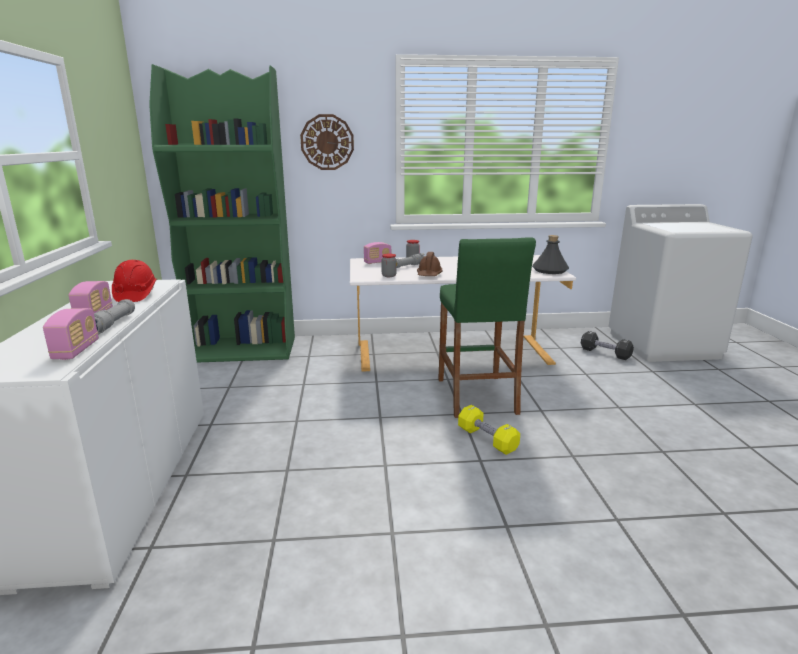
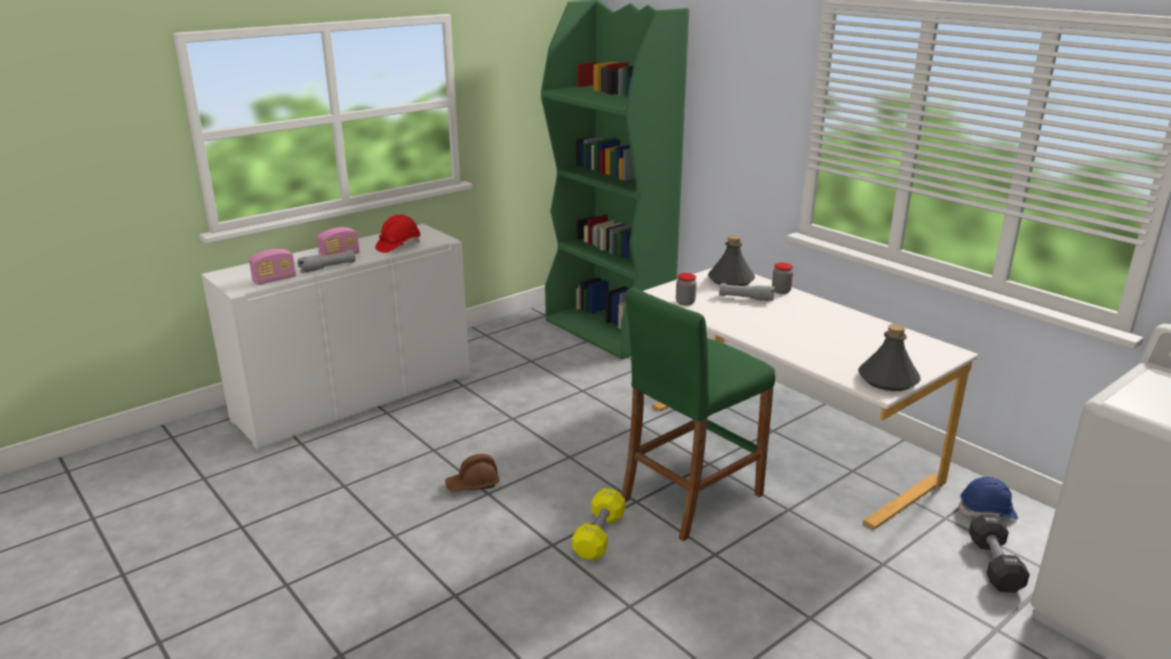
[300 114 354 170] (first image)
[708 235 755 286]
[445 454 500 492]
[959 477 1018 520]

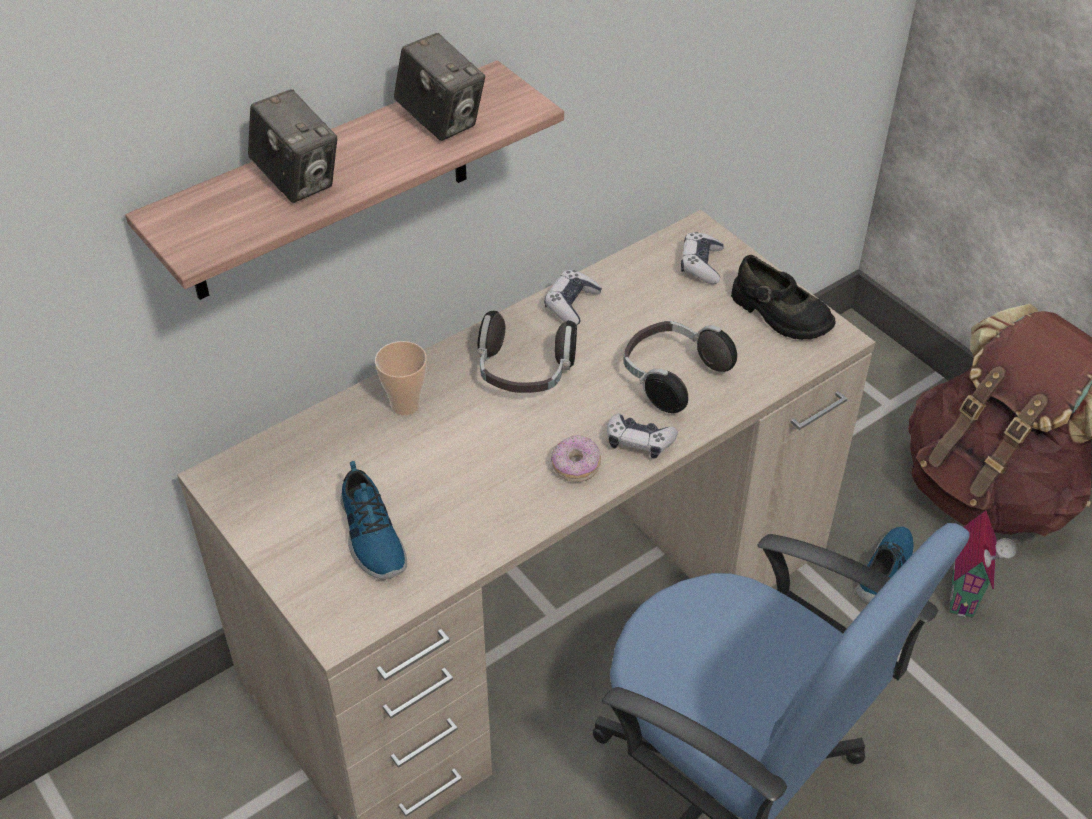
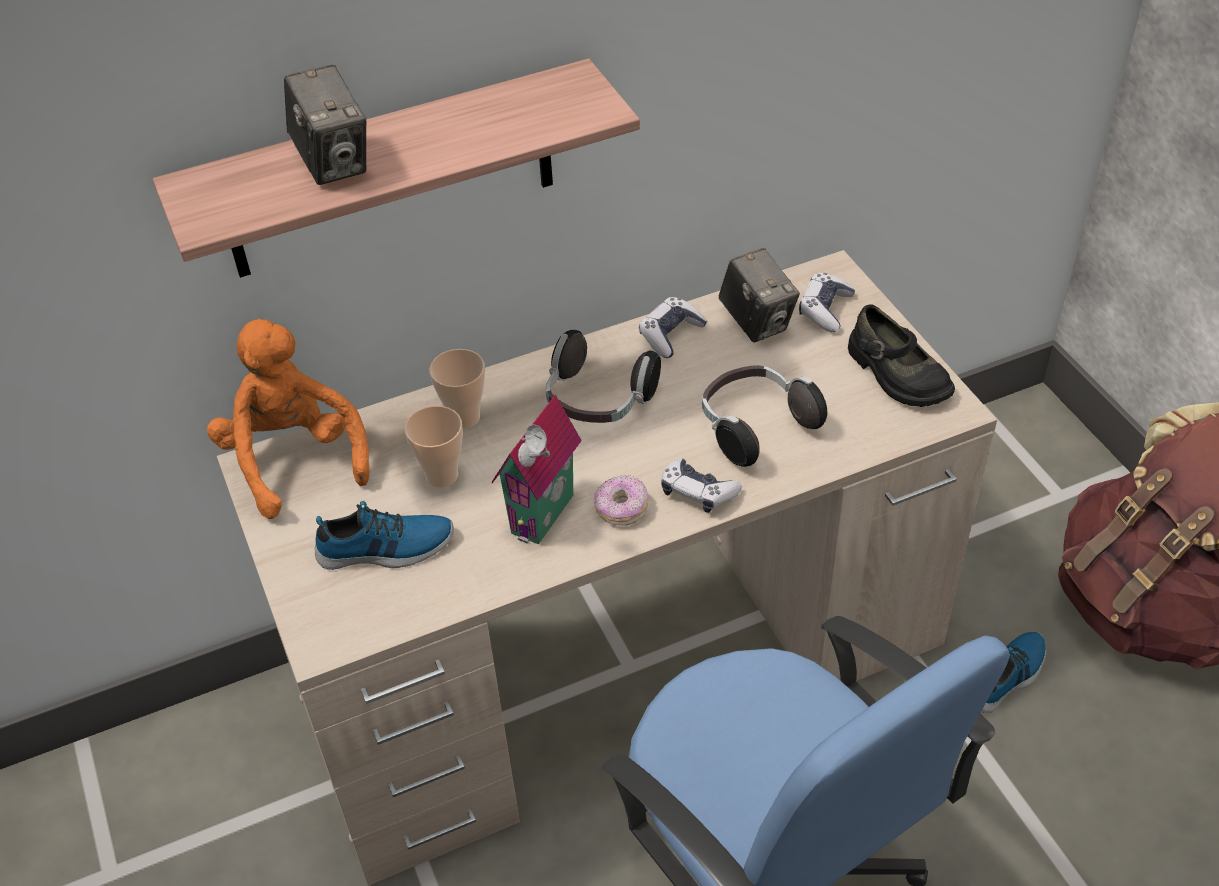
[315 501 454 570]
[719 248 800 343]
[491 395 582 544]
[207 318 370 519]
[404 406 463 487]

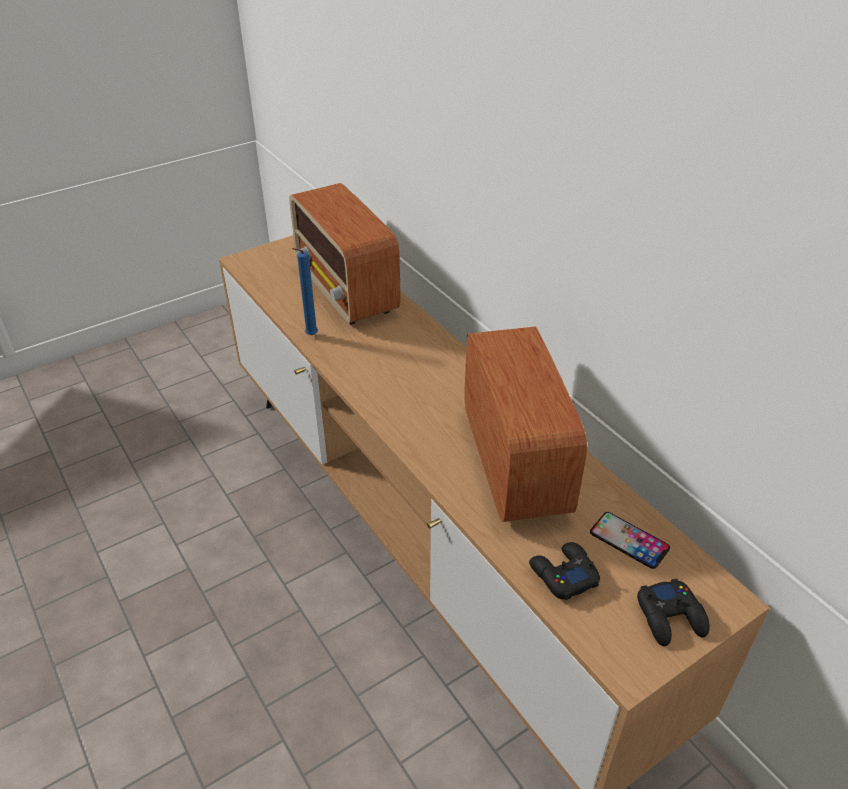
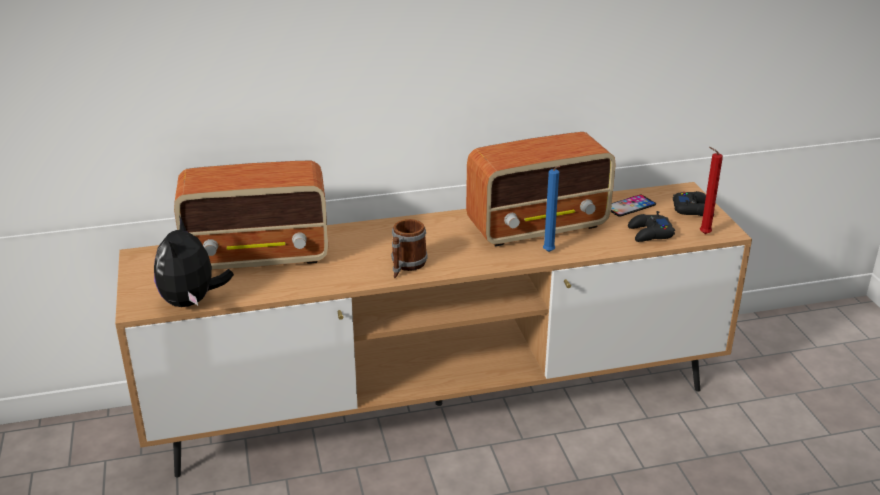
[543 166 560 252]
[466 132 616 247]
[154 216 234 307]
[391 219 428 278]
[700 147 723 234]

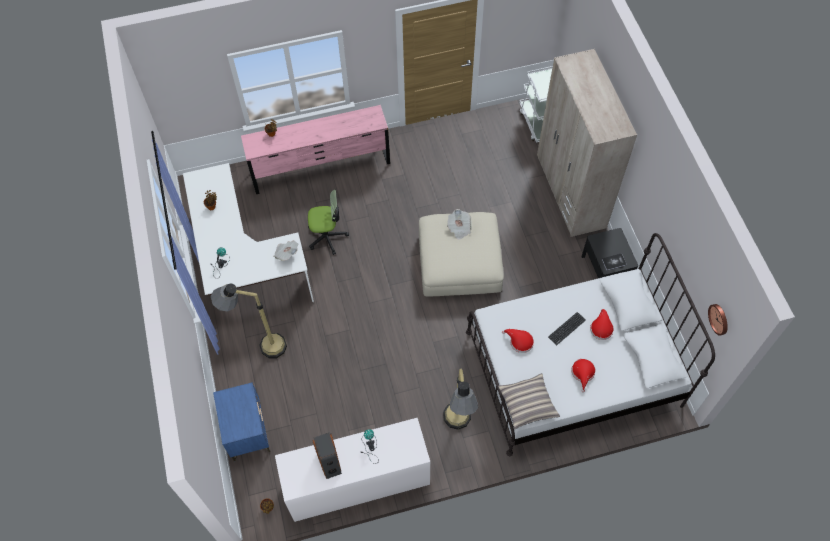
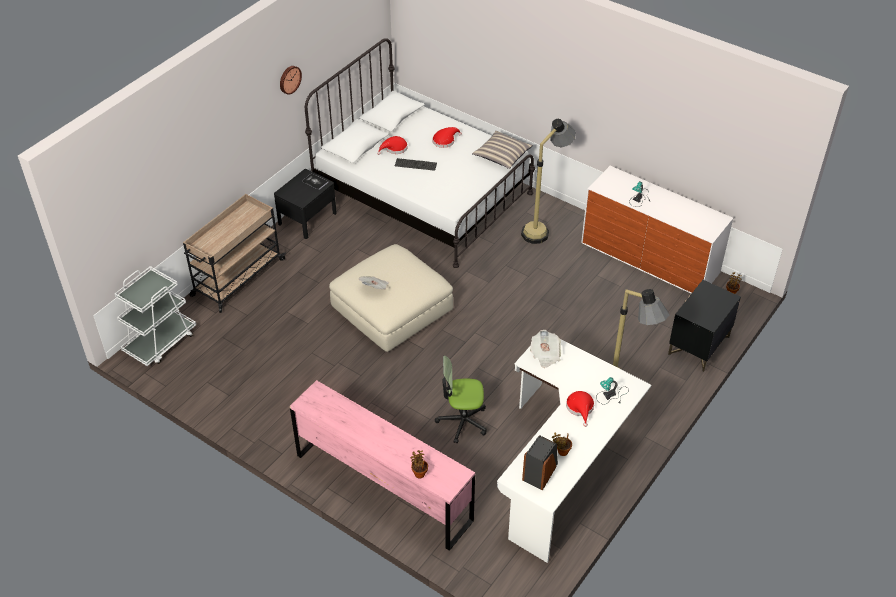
[668 280 741 372]
[435 356 487 443]
[522 435 558 490]
[566 391 594 427]
[183 194 286 313]
[280 66 302 95]

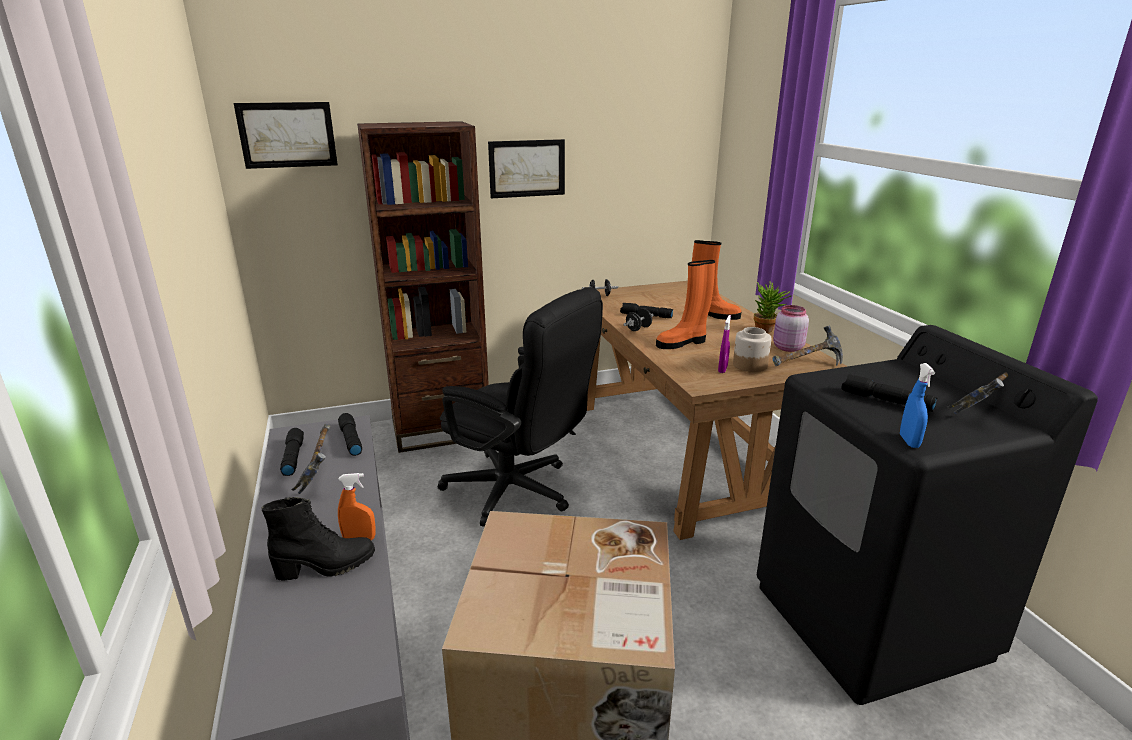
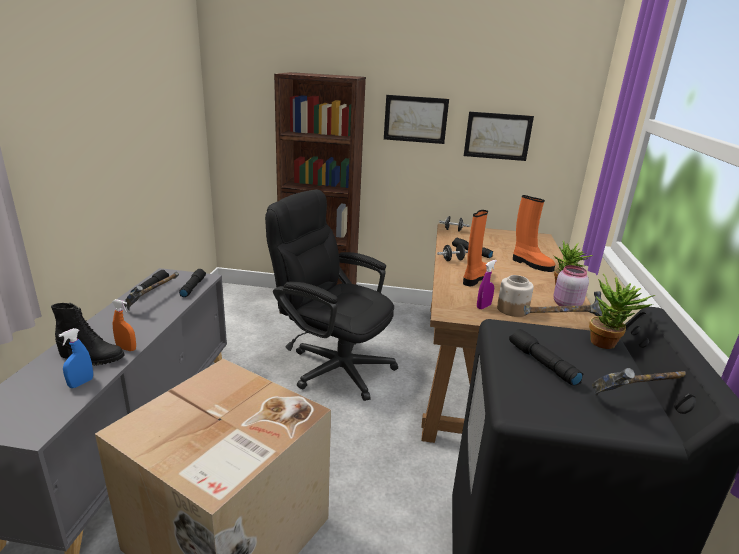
[464 112 534 161]
[265 189 398 401]
[463 210 488 286]
[58 328 93 388]
[589 274 655 349]

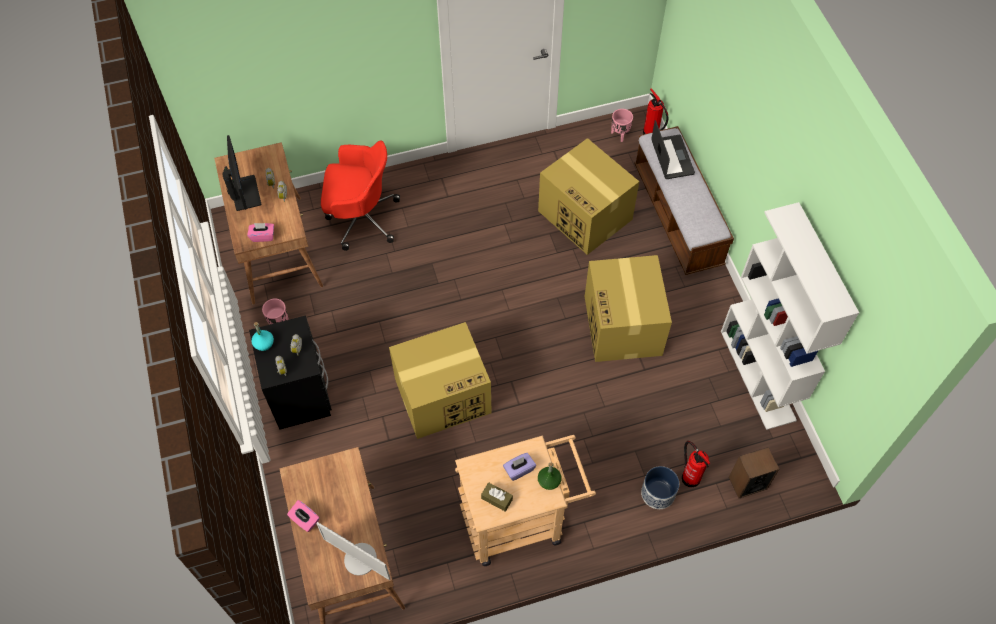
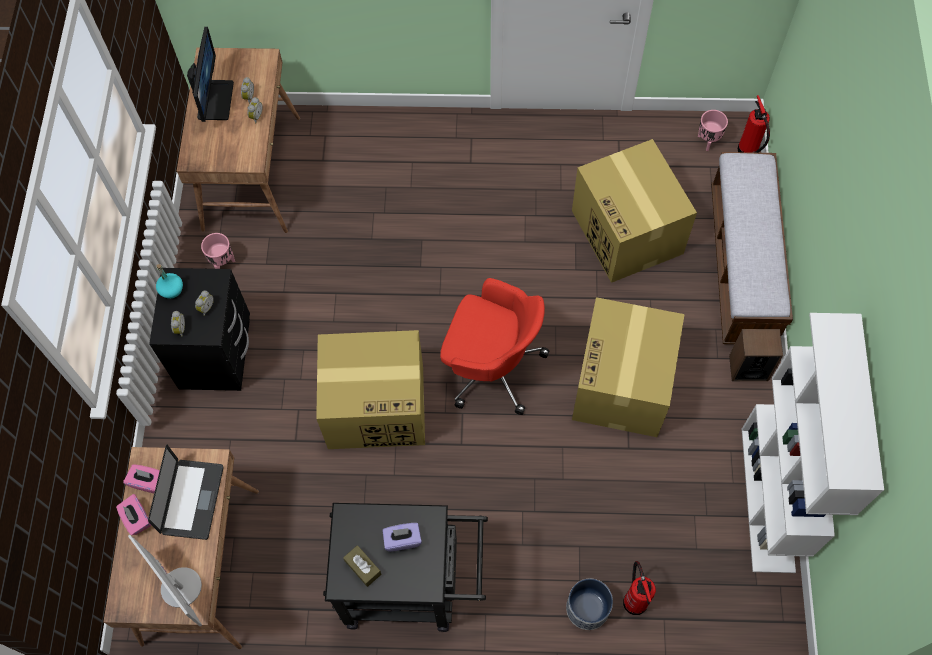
[123 464 160 493]
[440 278 550 415]
[323 503 488 632]
[538 462 562 490] (first image)
[148 445 223 540]
[729 329 783 381]

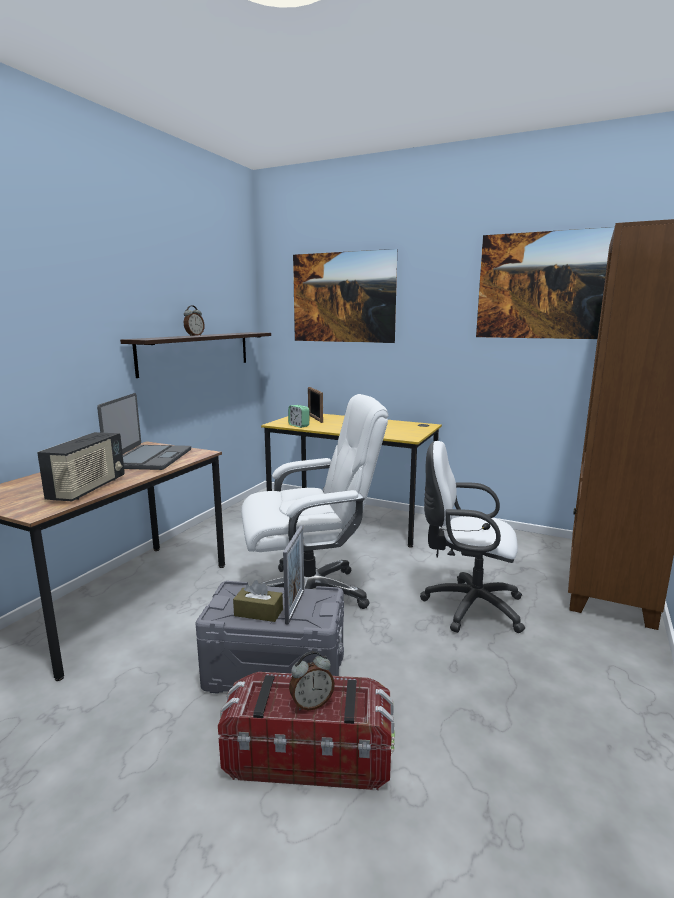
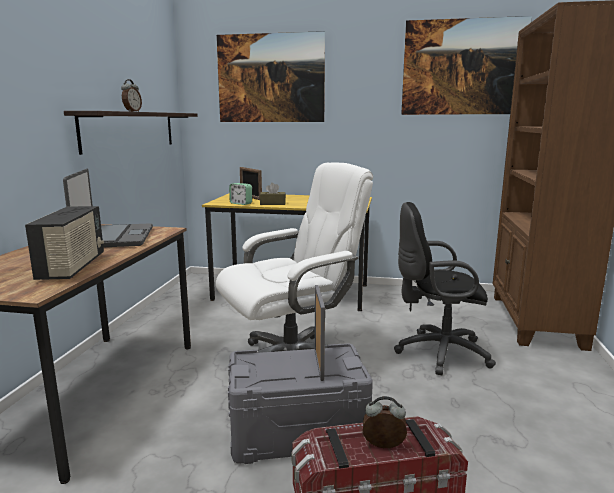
[260 183 286 205]
[363 396 407 448]
[394 202 496 375]

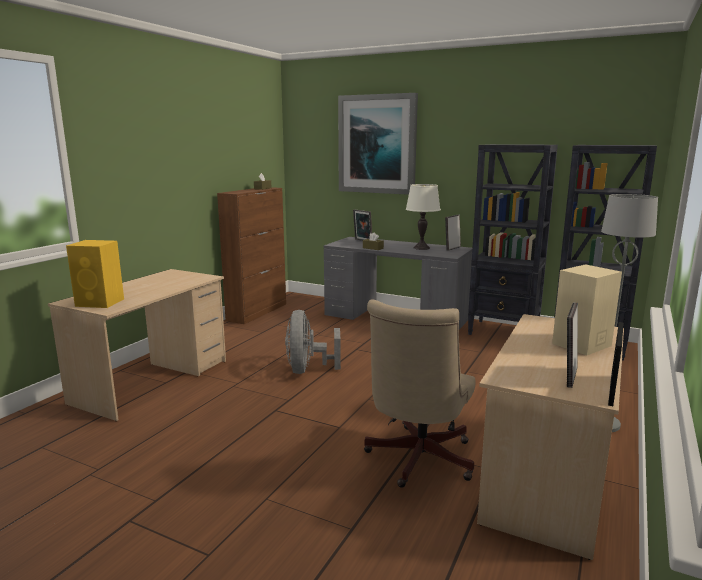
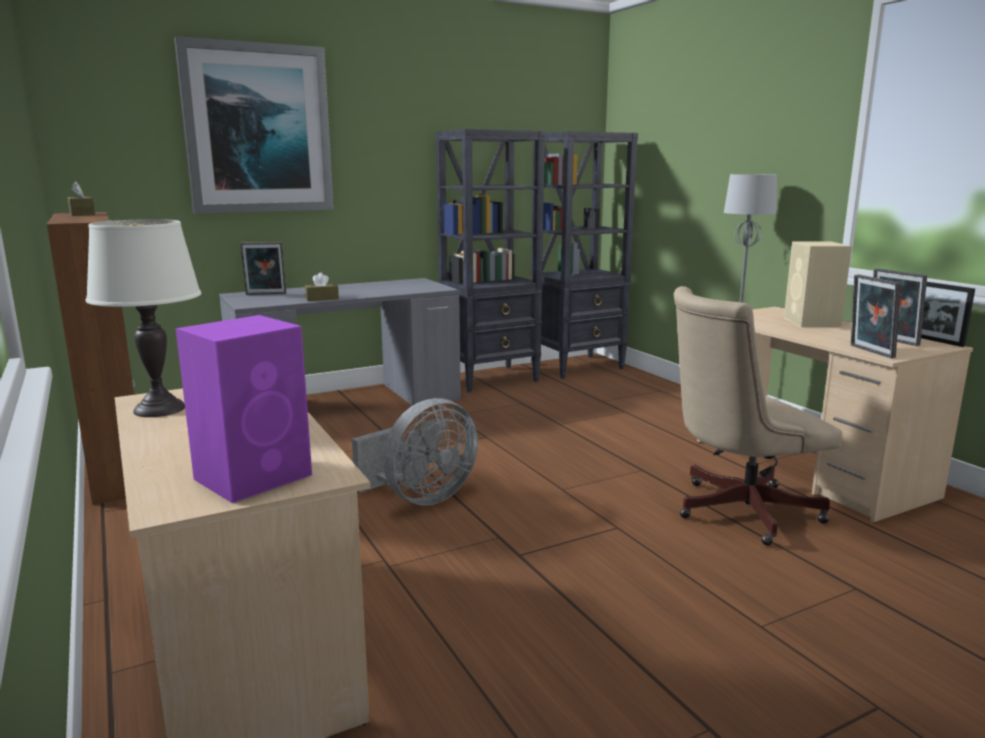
[176 315 312 503]
[352 398 478 506]
[674 286 842 546]
[85 219 201 417]
[851 275 901 358]

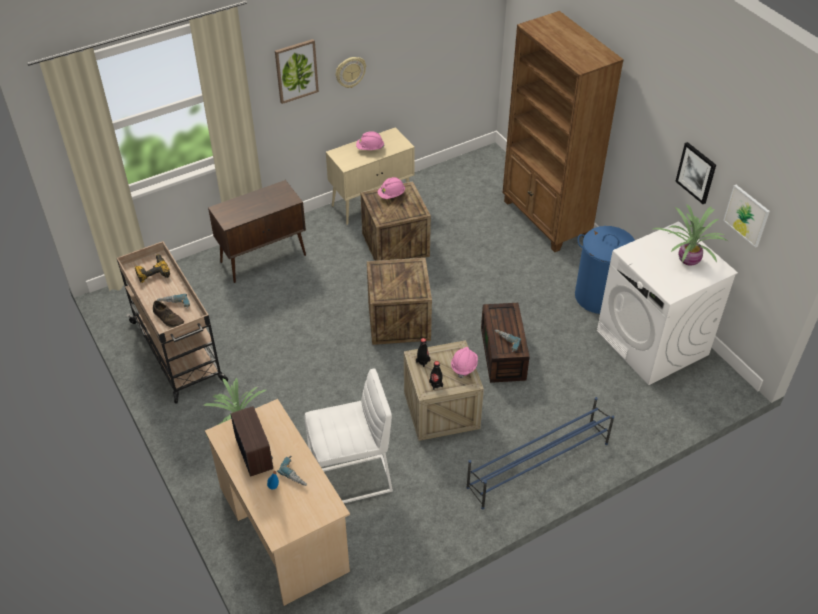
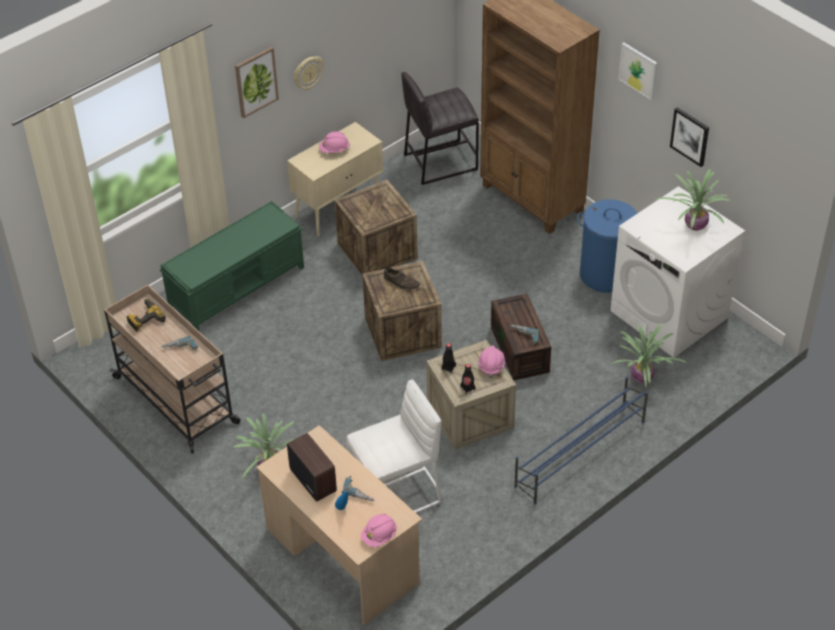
[384 267 420 290]
[160 201 304 331]
[361 514 397 547]
[618 43 657 100]
[401 72 479 185]
[612 324 687 387]

